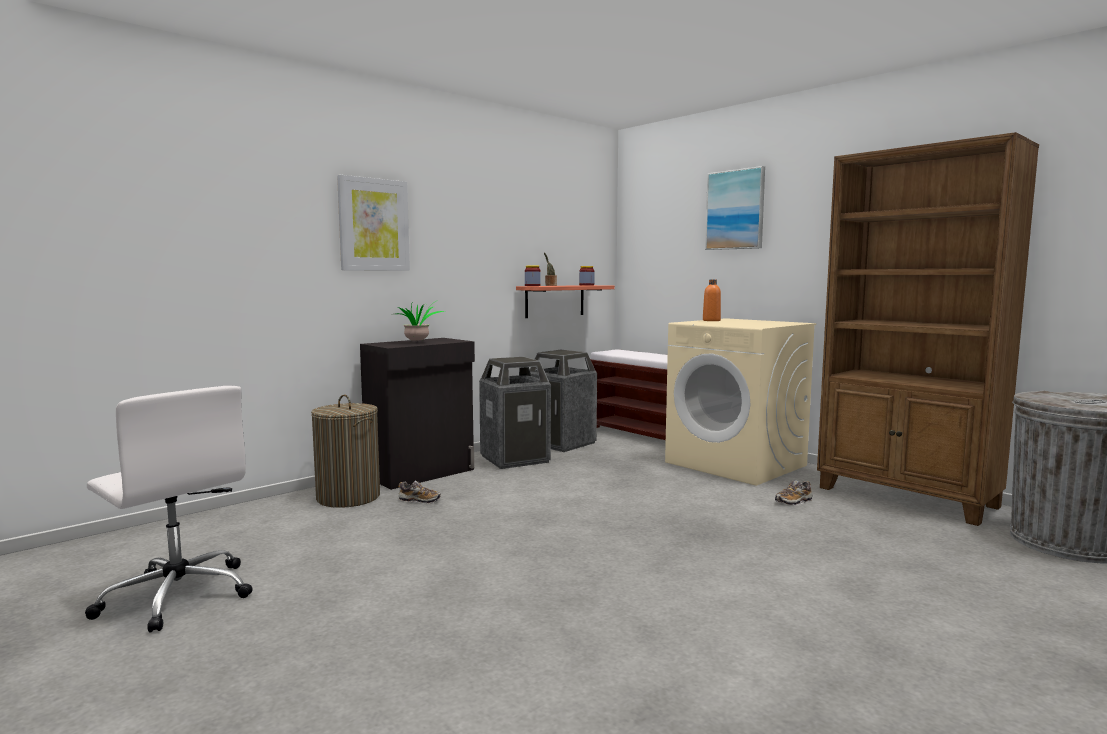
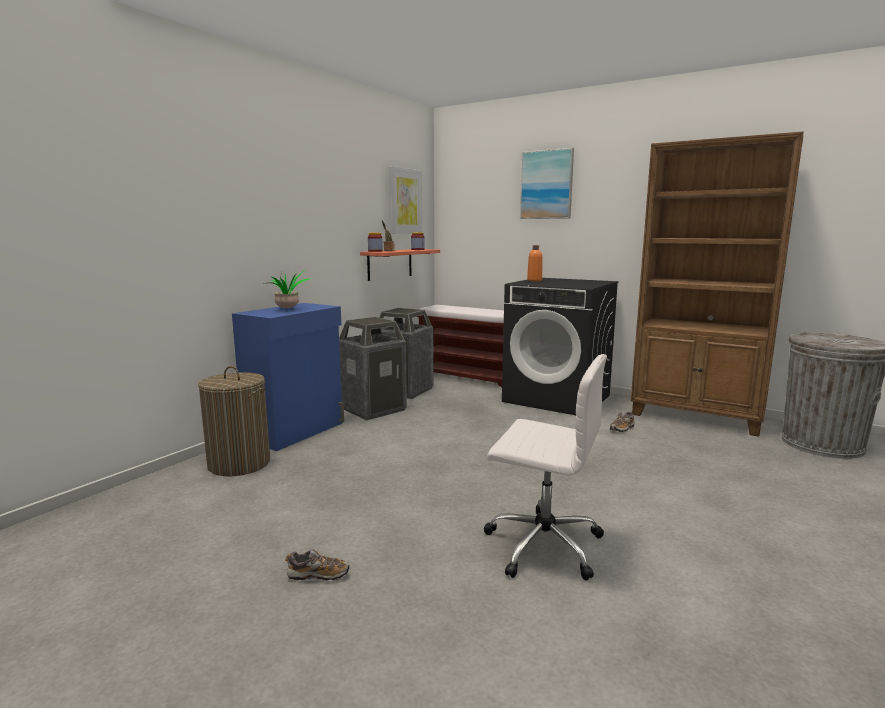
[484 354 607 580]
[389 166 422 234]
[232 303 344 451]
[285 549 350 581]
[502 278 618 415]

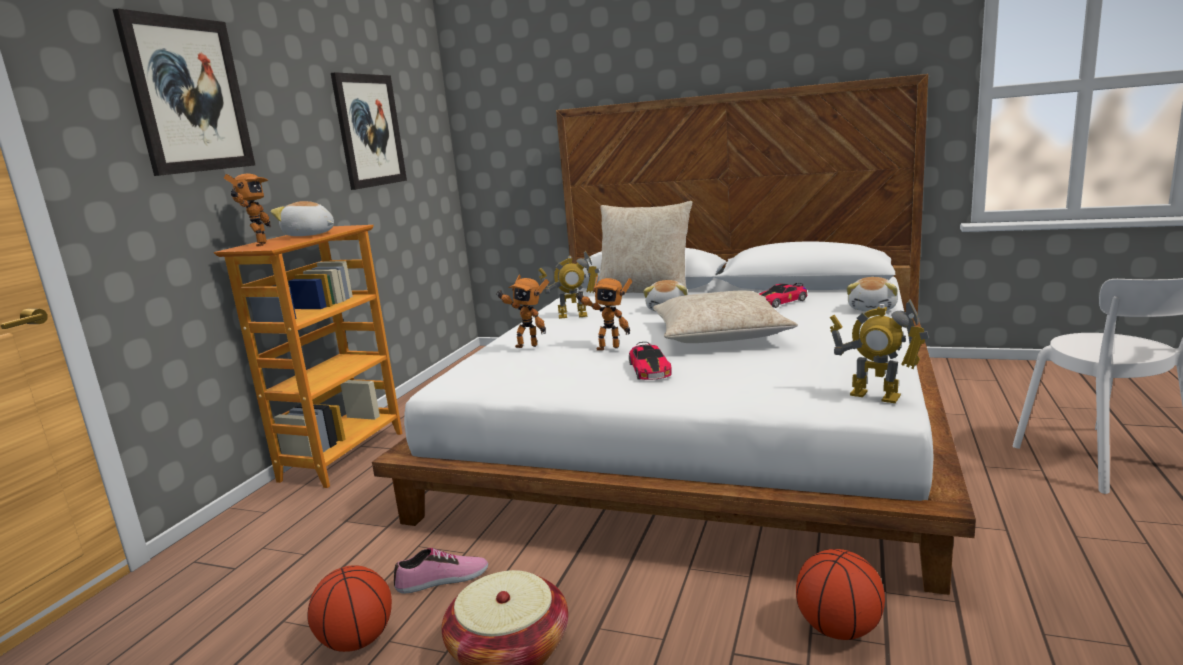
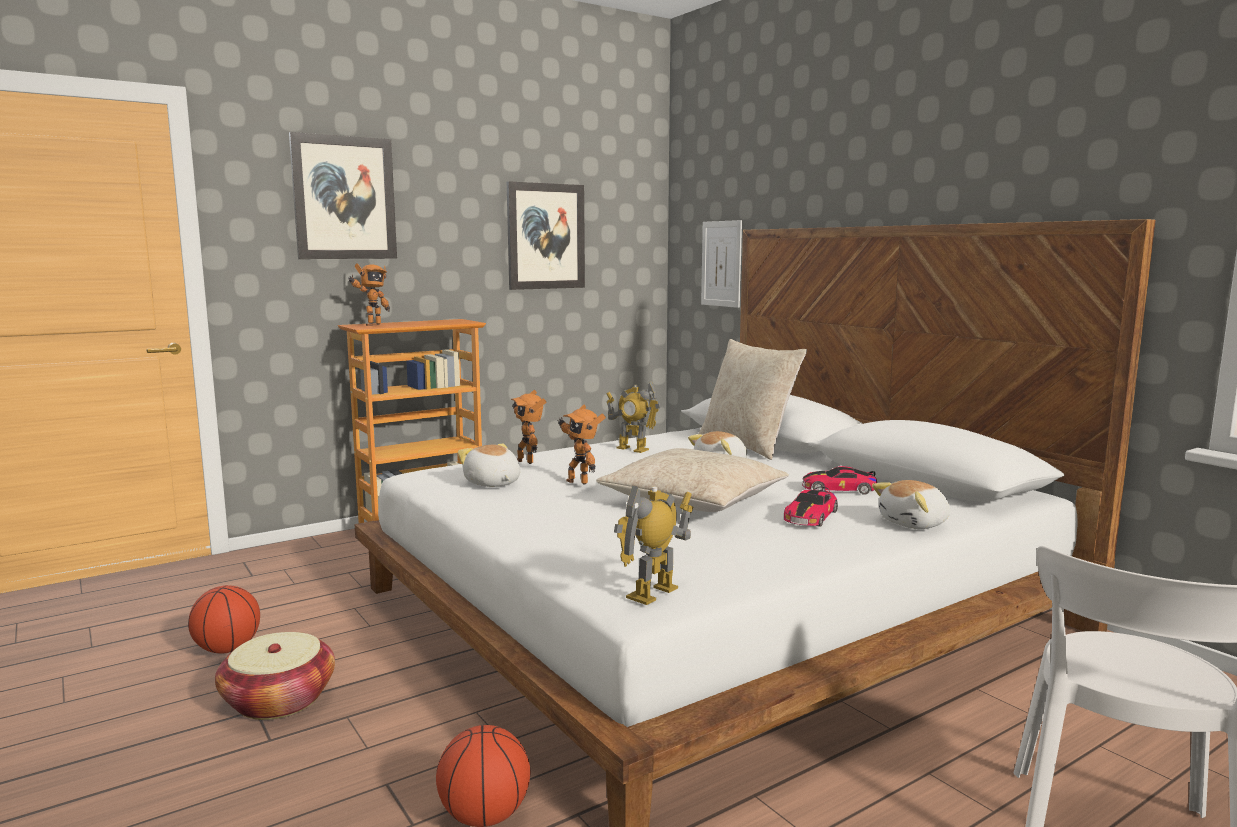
[458 444 520 487]
[394 548 488 594] (first image)
[784 487 838 527]
[614 485 693 605]
[701 220 742 308]

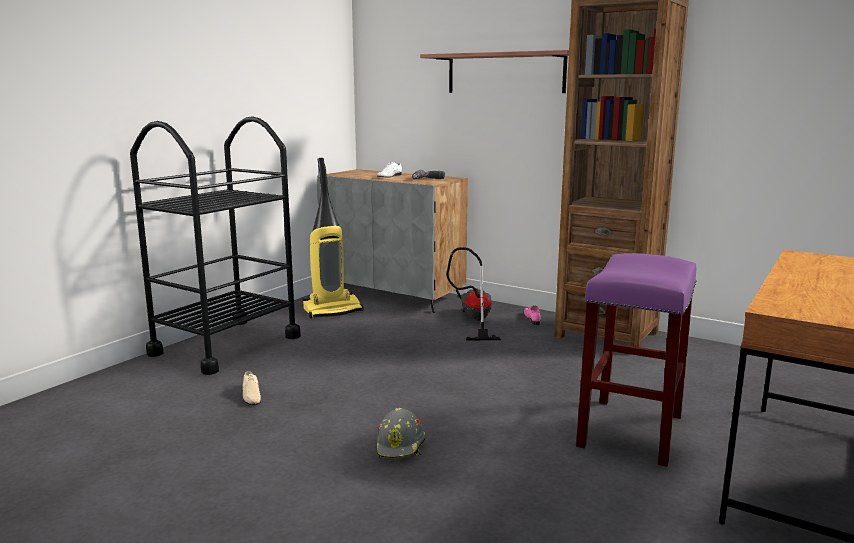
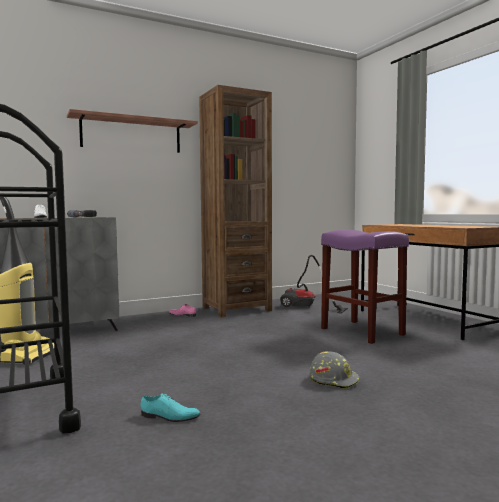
[141 393 201 422]
[280 255 348 314]

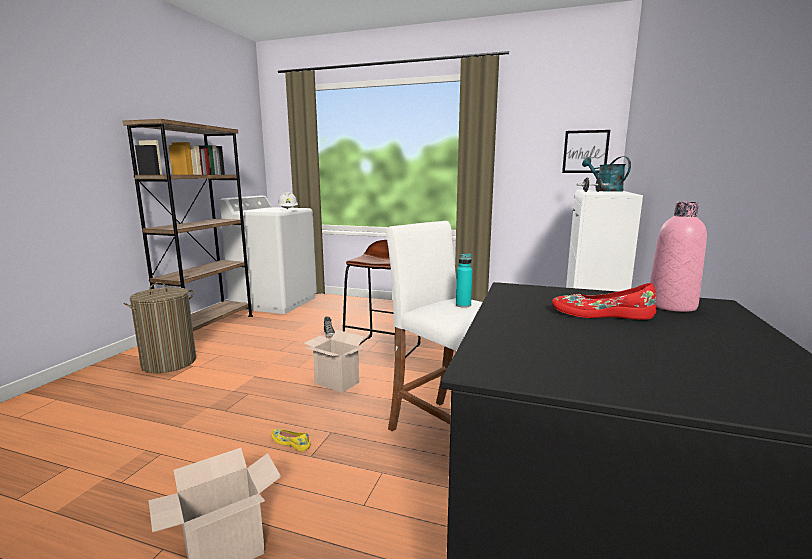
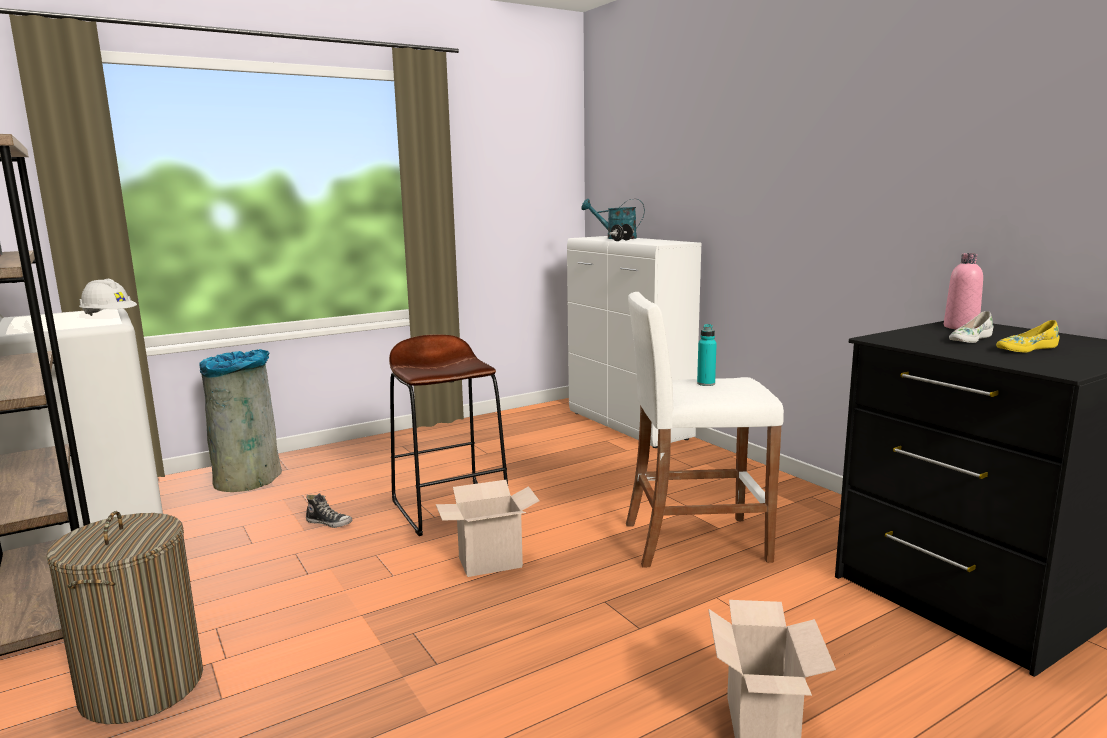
[996 320 1059 352]
[949 311 993 343]
[562 130 610 173] (first image)
[199 349 282 492]

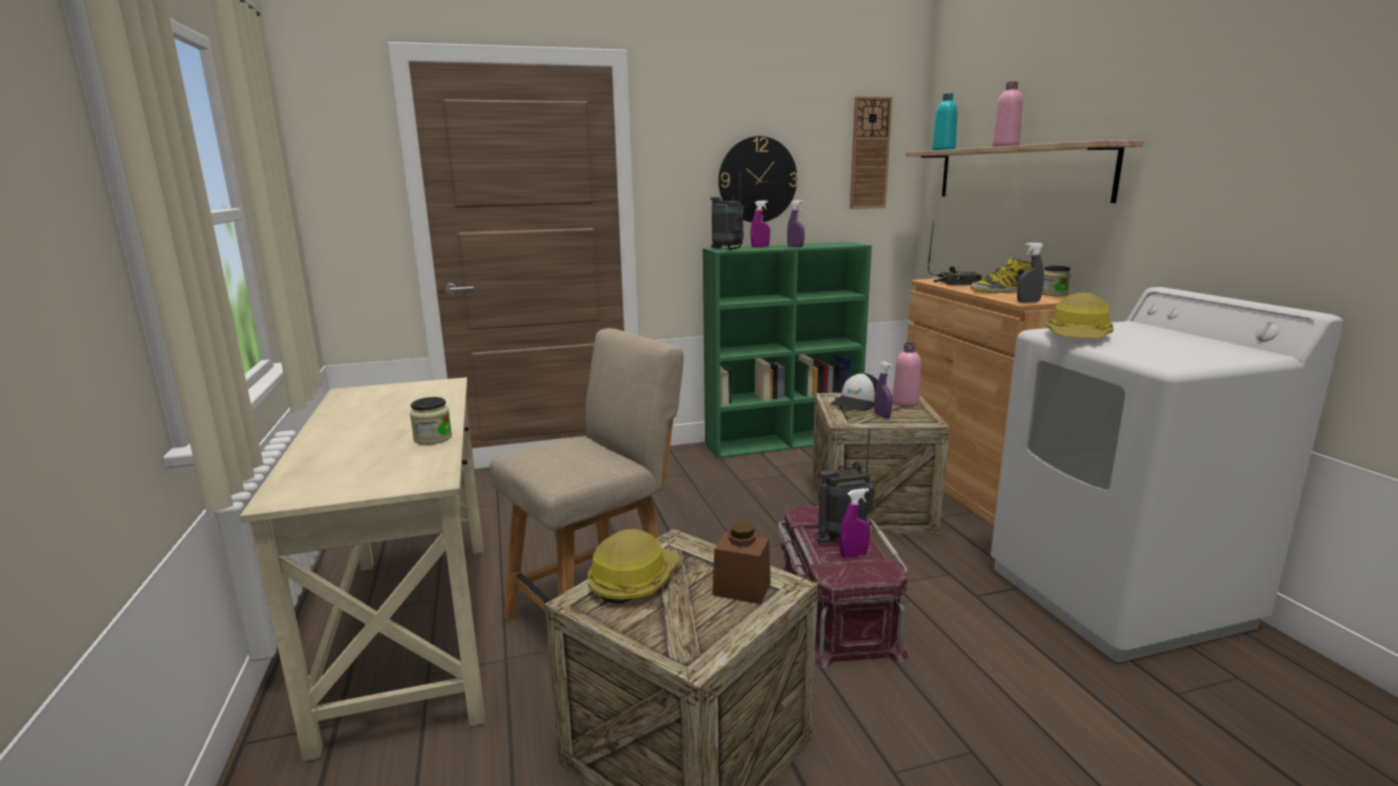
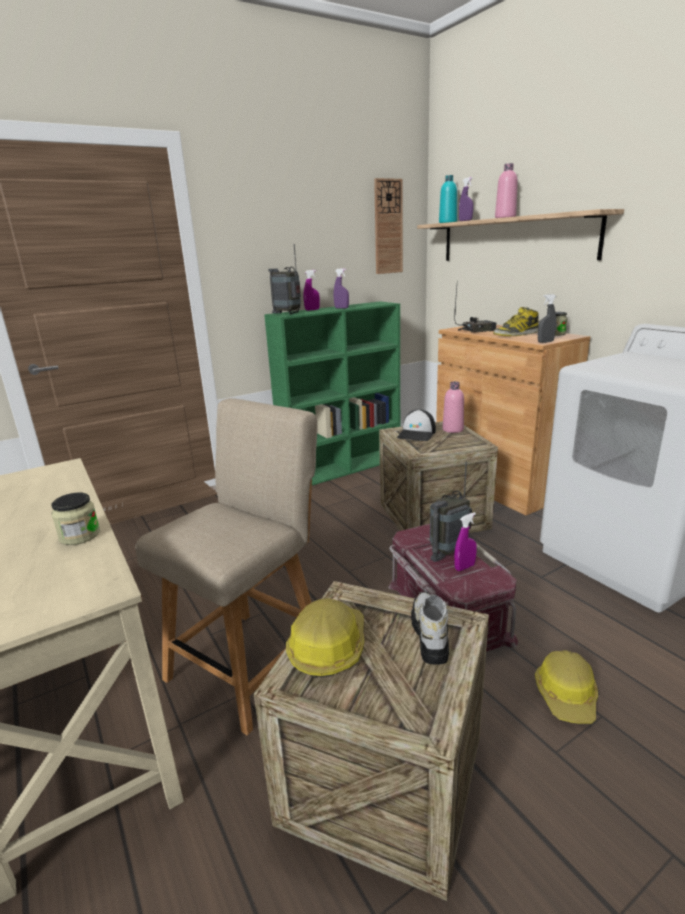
[411 592 449 665]
[718 136 798 222] (first image)
[459 177 473 221]
[535 650 598 723]

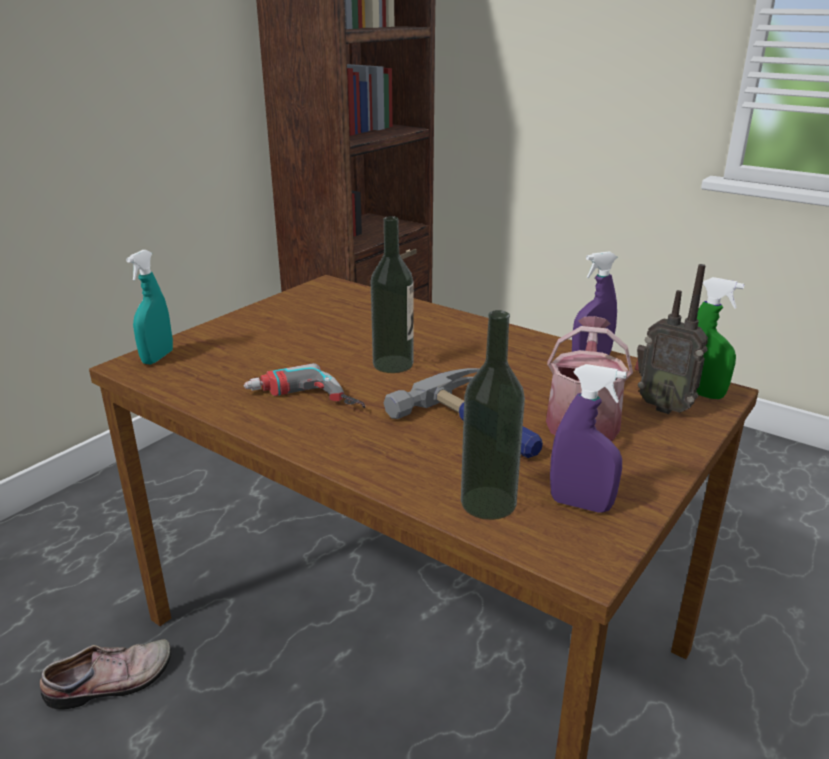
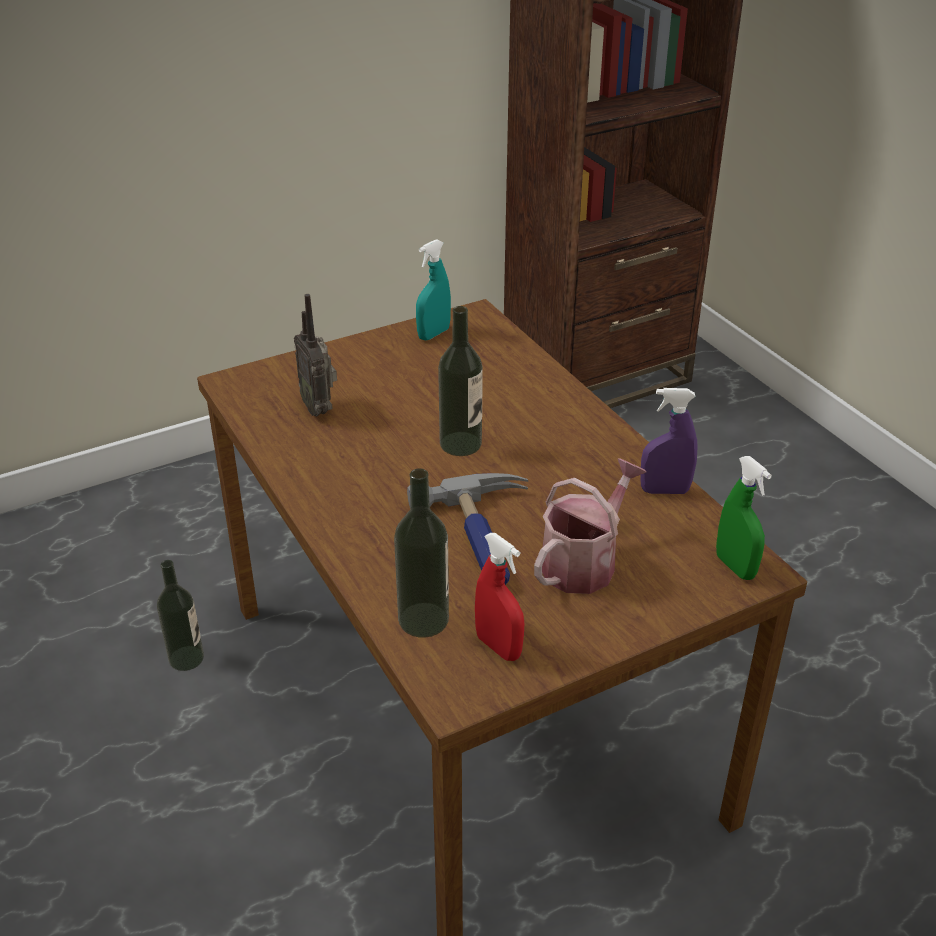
[157 560 204 671]
[416 239 451 340]
[243 363 365 408] (first image)
[475 533 524 661]
[294 294 337 417]

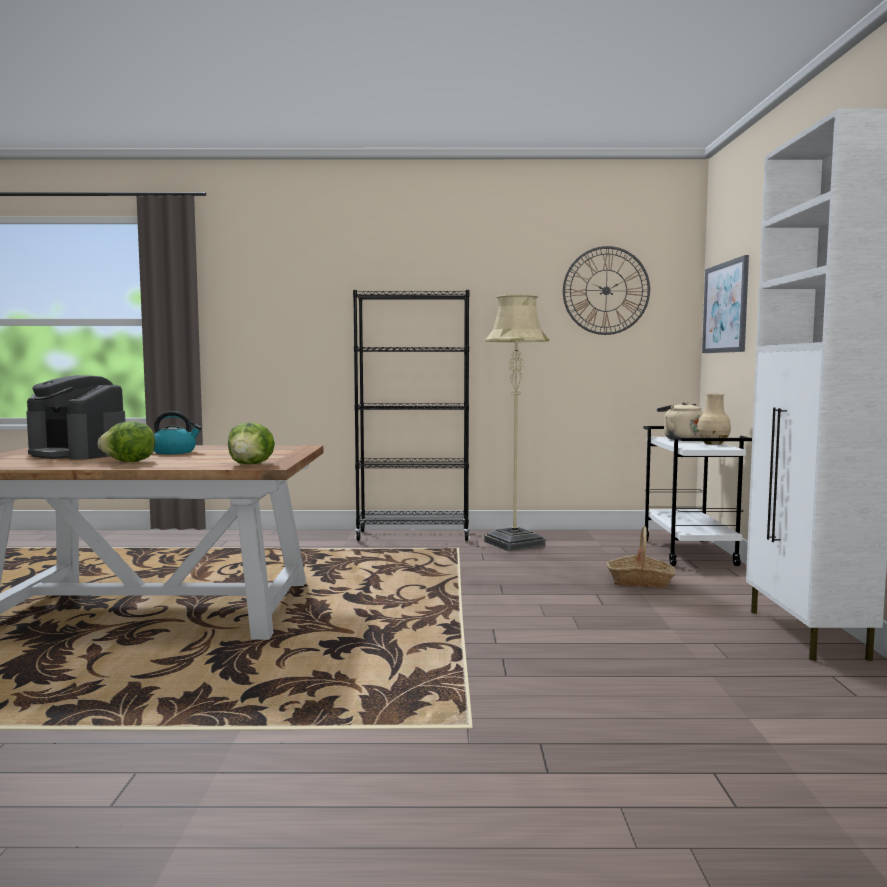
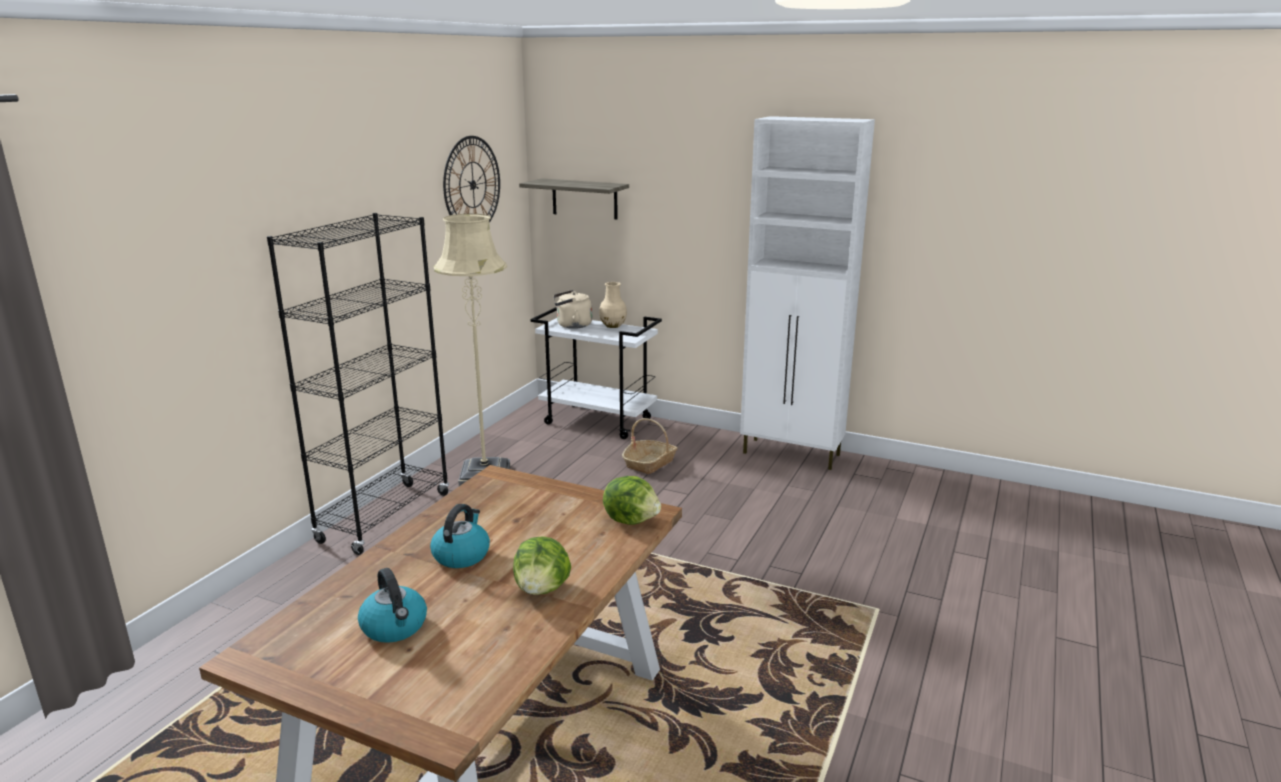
[358 568 427 643]
[519 178 629 219]

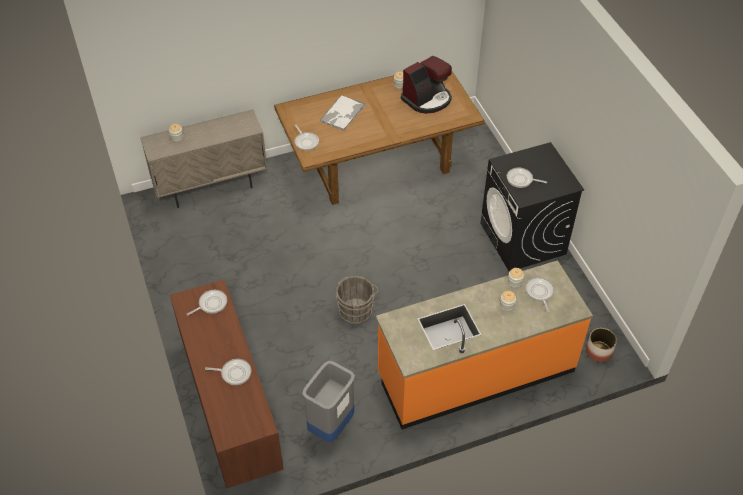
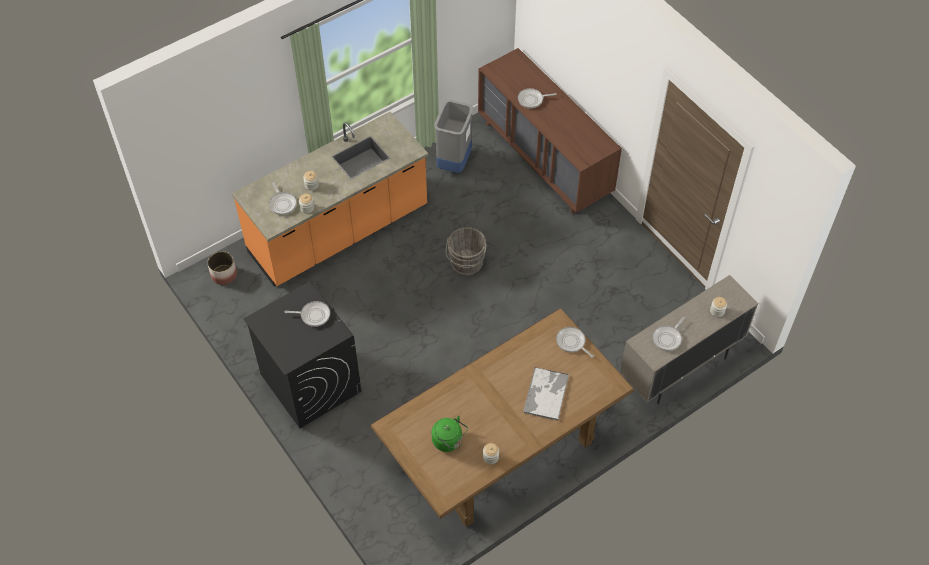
[653 317 685 351]
[432 416 468 452]

